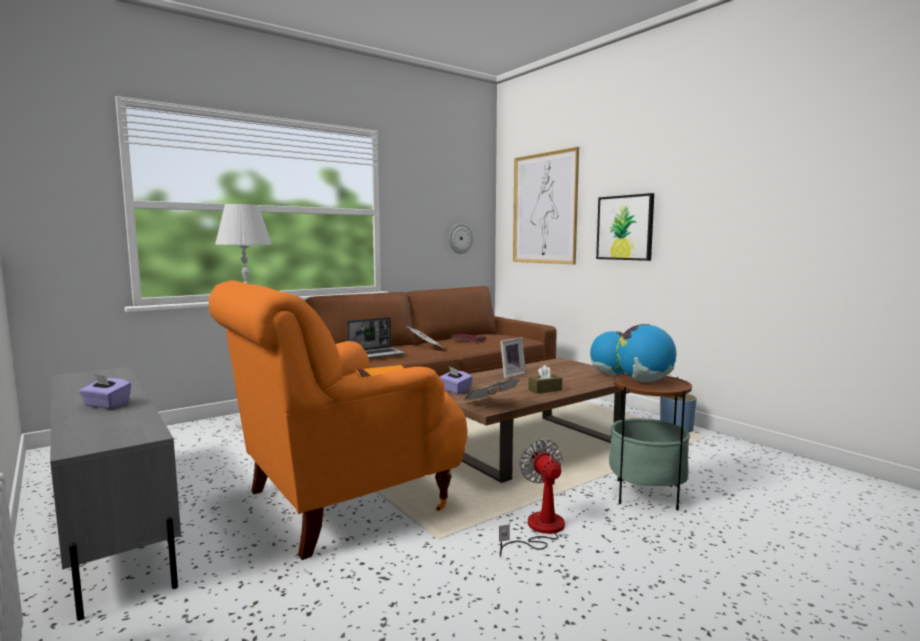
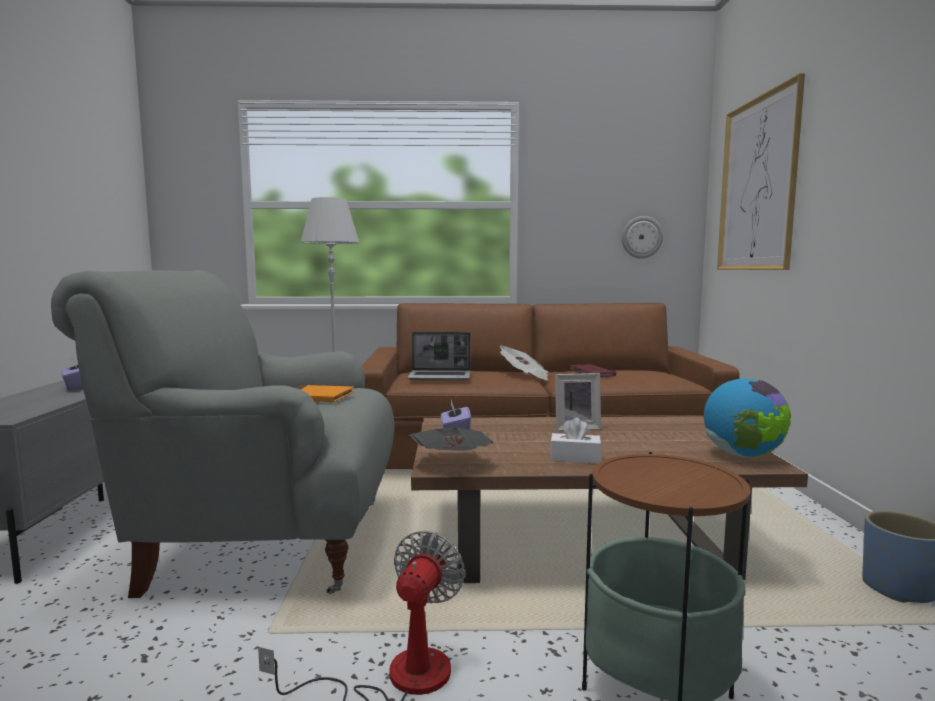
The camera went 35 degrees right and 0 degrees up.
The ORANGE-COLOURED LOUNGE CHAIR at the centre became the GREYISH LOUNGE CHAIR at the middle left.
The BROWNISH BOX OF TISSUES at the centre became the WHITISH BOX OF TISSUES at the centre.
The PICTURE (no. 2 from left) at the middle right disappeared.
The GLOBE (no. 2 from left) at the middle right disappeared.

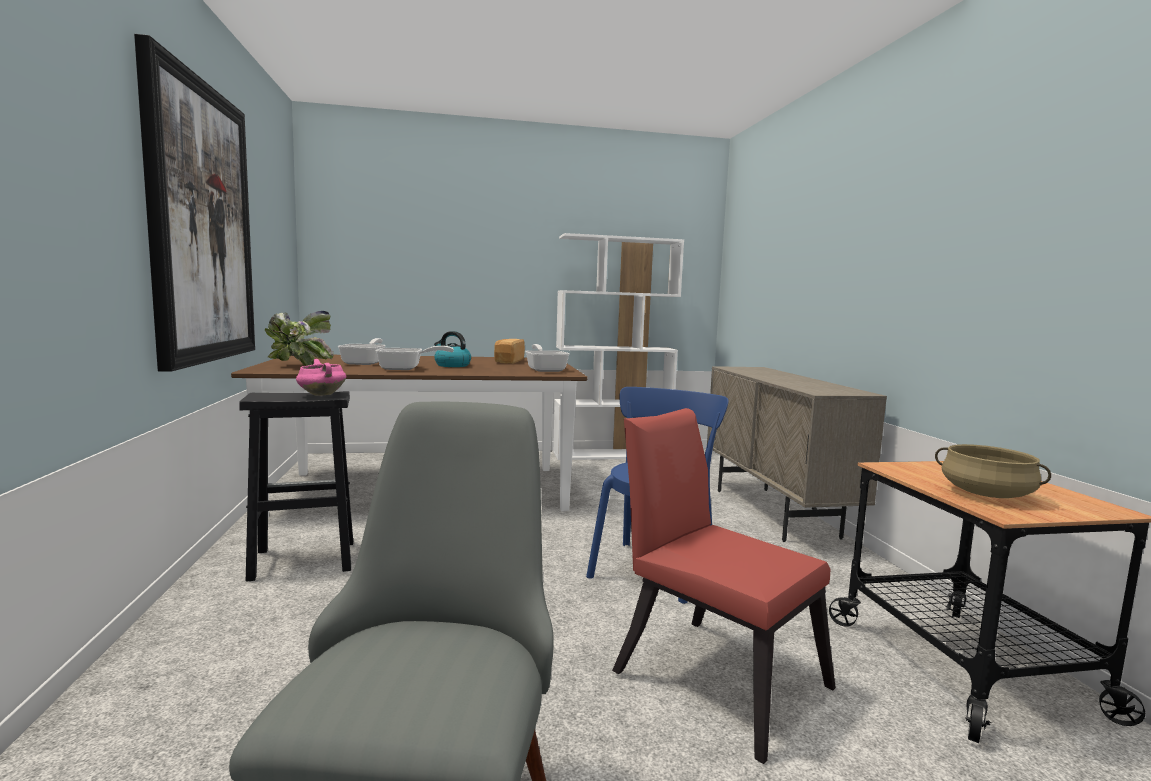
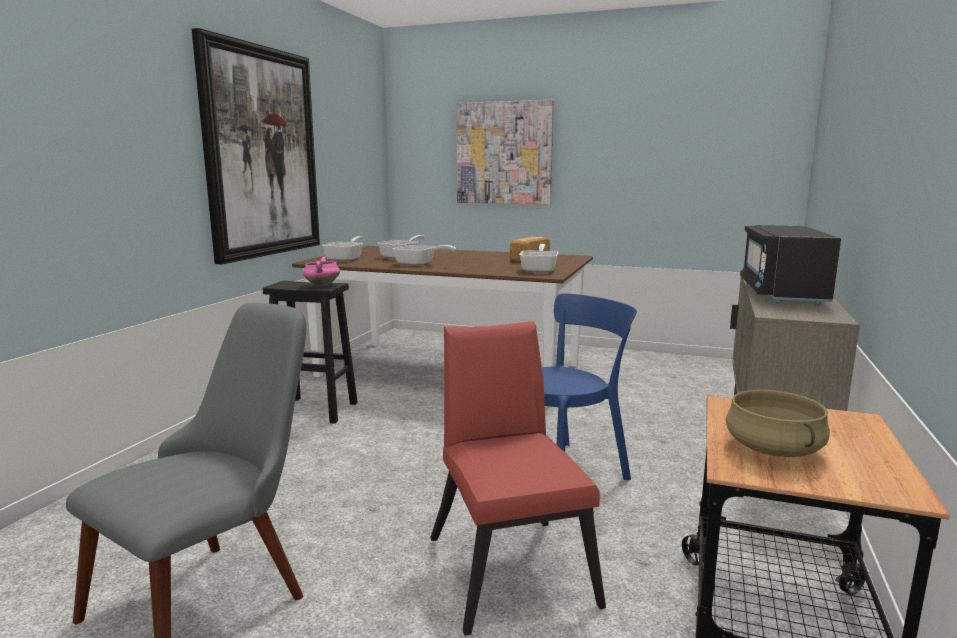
The camera went 30 degrees right and 5 degrees up.
The POTTED PLANT at the middle left was replaced by the PAN (no. 1 from left) at the centre.
The PICTURE (no. 2 from left) at the top centre appeared.
The BLACK-COLOURED KITCHEN MICROWAVE at the middle right appeared.
The TEA KETTLE at the centre disappeared.
The WHITISH BOOKCASE at the centre disappeared.

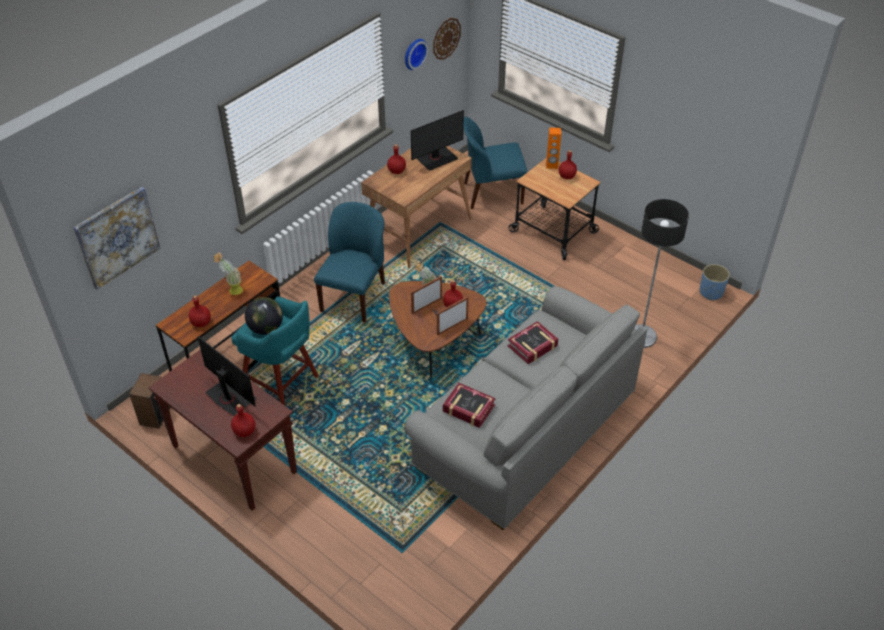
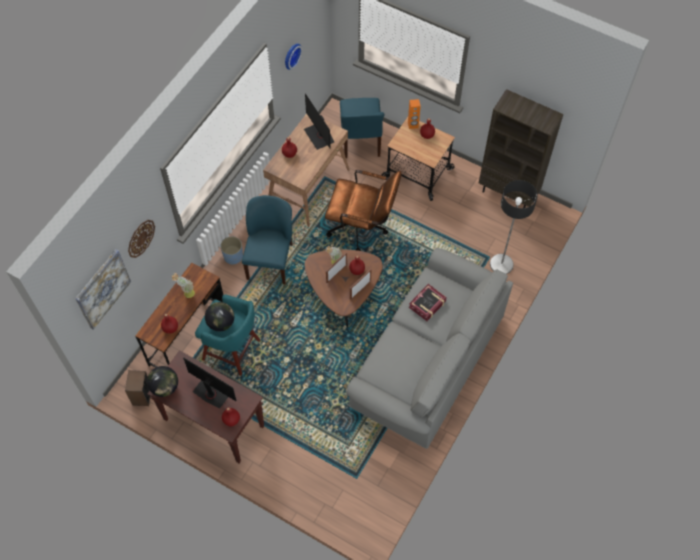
The camera went 10 degrees left and 15 degrees up.
The WALL CLOCK (no. 2 from left in the first image) moved from the top centre to the middle left.
The GLOBE (no. 1 from left) at the bottom left appeared.
The BLUE-COLOURED FLOWER POT moved from the middle right to the middle left.
The COMPUTER DISPLAY (no. 2 from left) at the top centre turned 105 degrees clockwise.
The BROWNISH OFFICE CHAIR at the centre appeared.
The BLUE-COLOURED PLAIN CHAIR (no. 2 from left) at the top centre turned 75 degrees counterclockwise.
The BROWNISH BOOKCASE at the top right appeared.
The BOUND BOOK (no. 1 from left) at the centre disappeared.

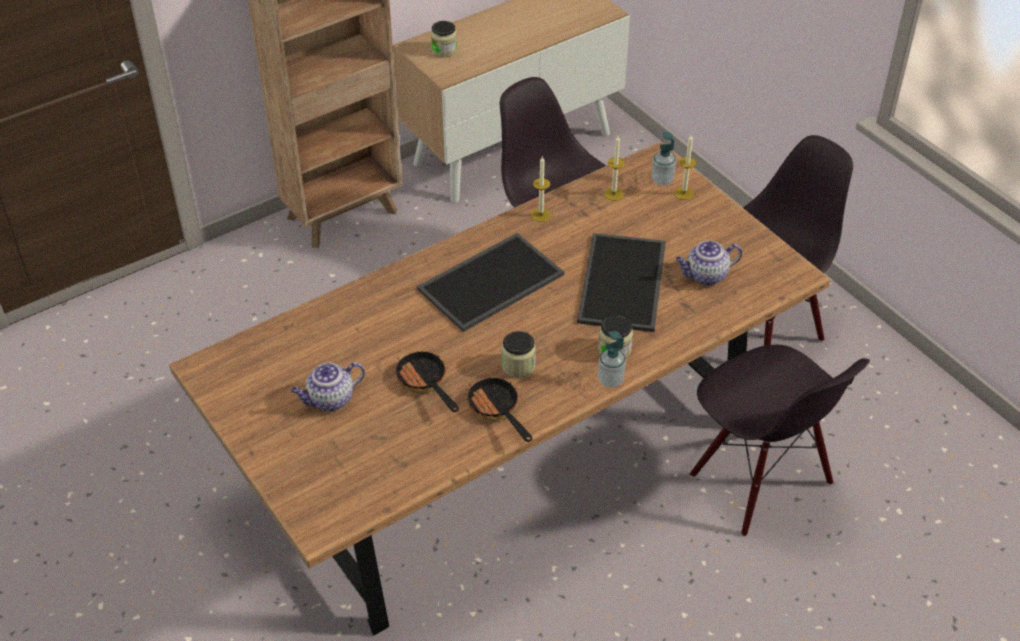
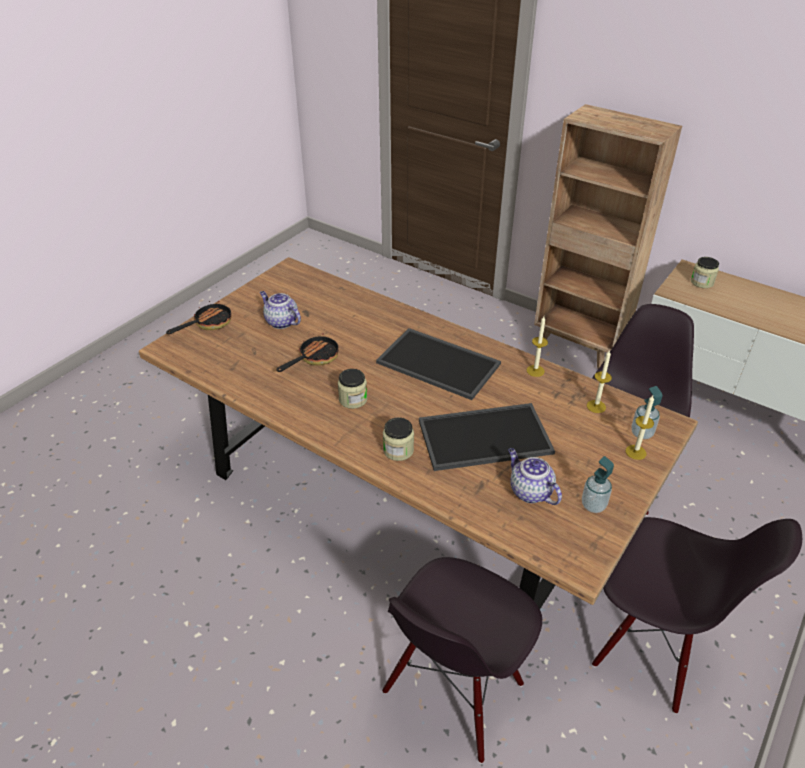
The camera went 70 degrees right and 5 degrees down.
The PAN (no. 2 from left in the first image) moved from the centre to the middle left.
The SOAP BOTTLE (no. 1 from left) moved from the centre to the middle right.

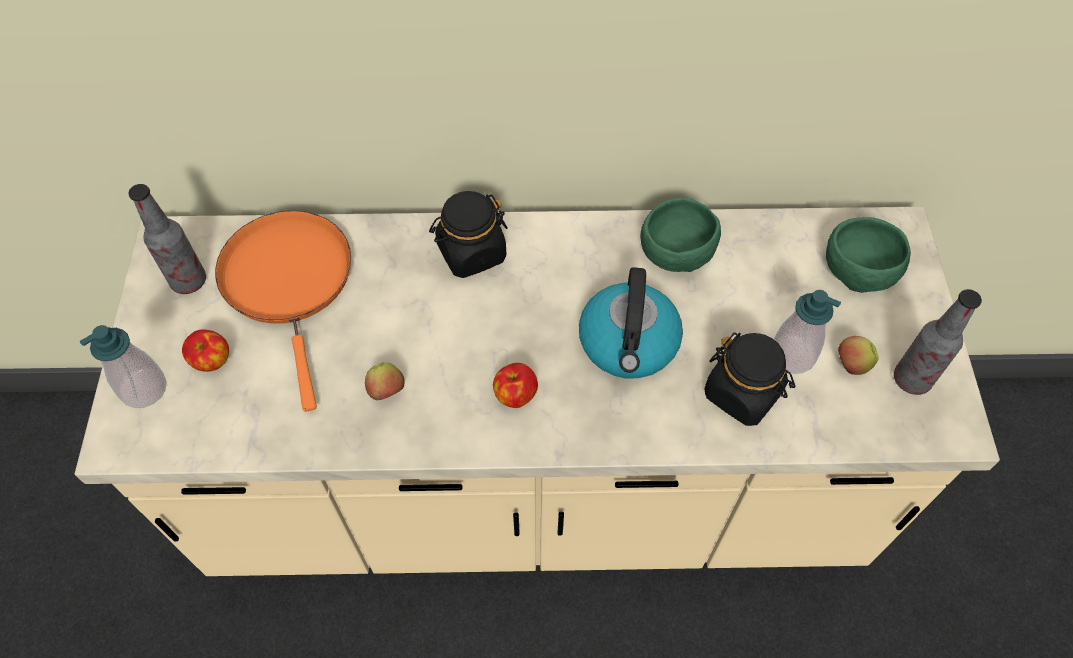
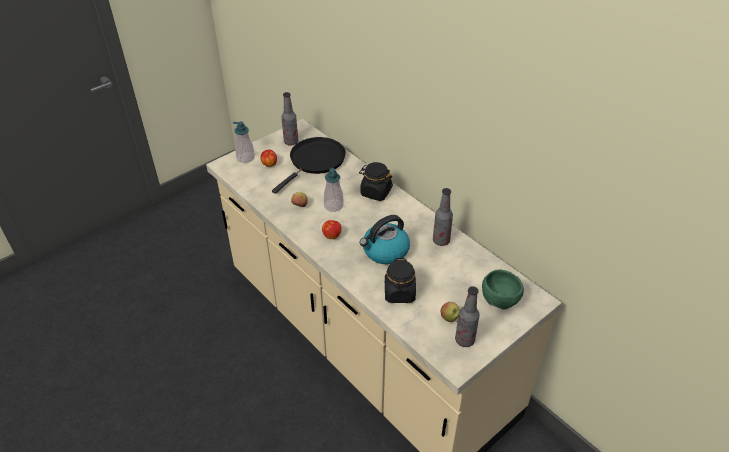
The camera went 50 degrees right and 15 degrees down.
The ORANGE-COLOURED PAN at the middle left became the BLACK-COLOURED PAN at the centre.
The SOAP BOTTLE (no. 2 from left) moved from the middle right to the centre.
The GREENISH DEEP DISH (no. 1 from left) at the centre was replaced by the BOTTLE (no. 2 from left) at the centre.

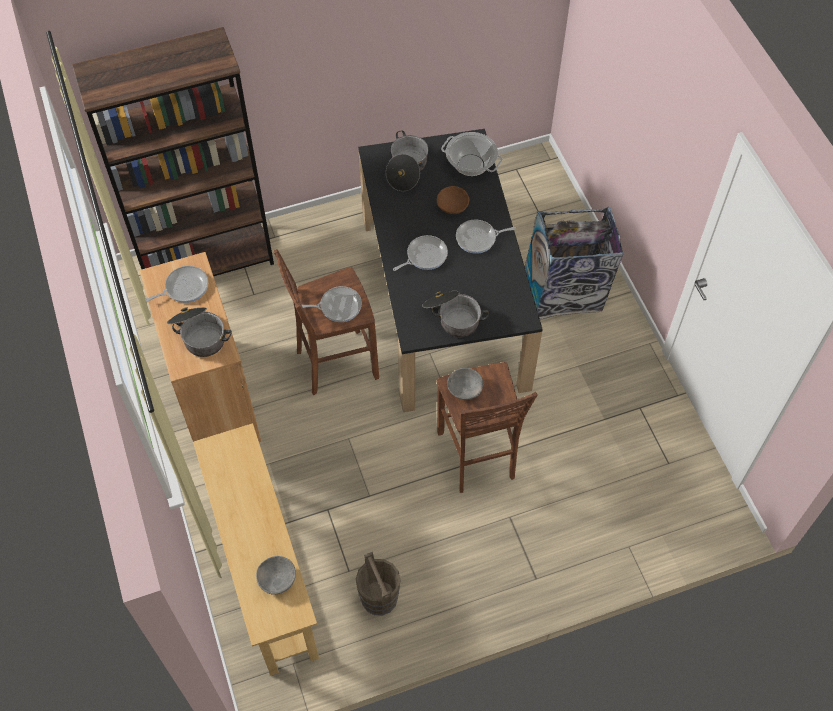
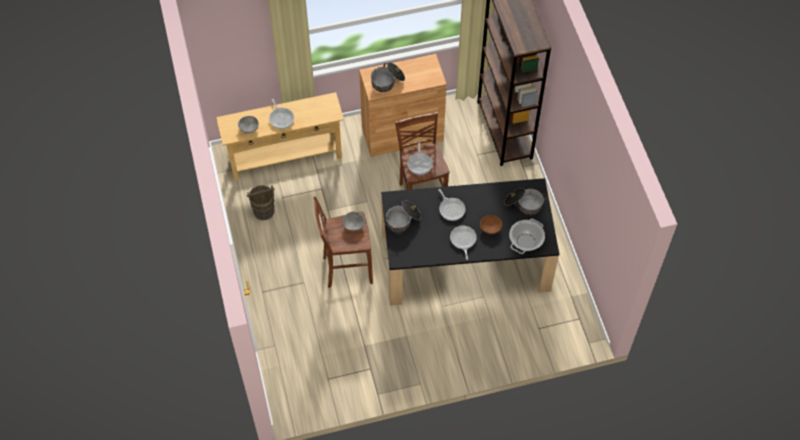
The camera went 95 degrees right and 0 degrees up.
The PAN (no. 1 from left) moved from the middle left to the top centre.
The RUBBISH BIN at the middle right disappeared.

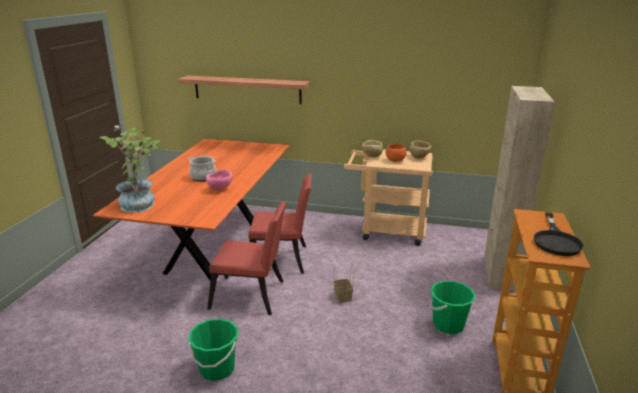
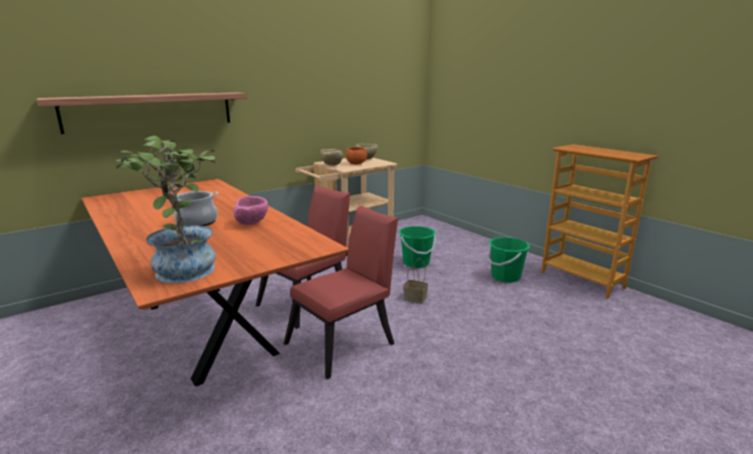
The camera went 50 degrees left and 5 degrees down.
The GREENISH PAIL (no. 1 from left) moved from the bottom centre to the centre.
The BEIGE CUPBOARD at the middle right disappeared.
The BLACK-COLOURED PAN at the middle right disappeared.

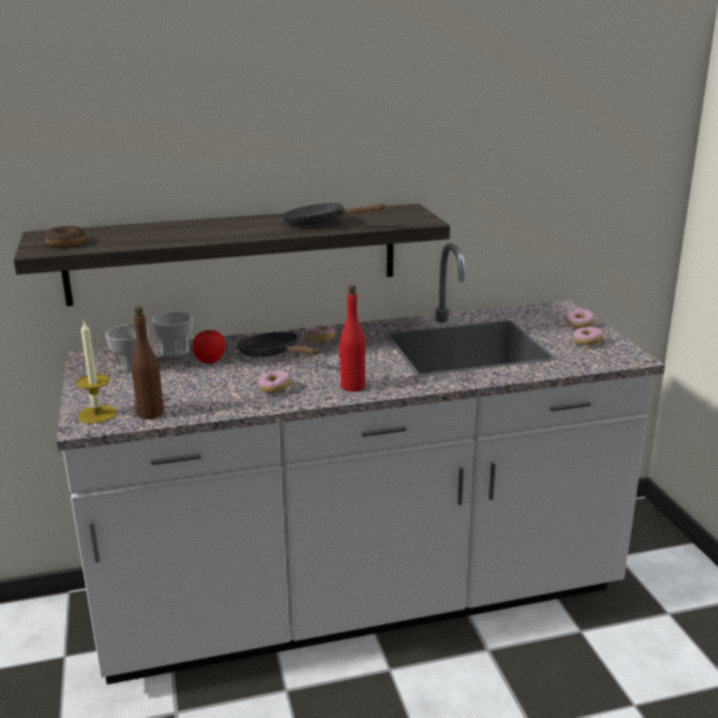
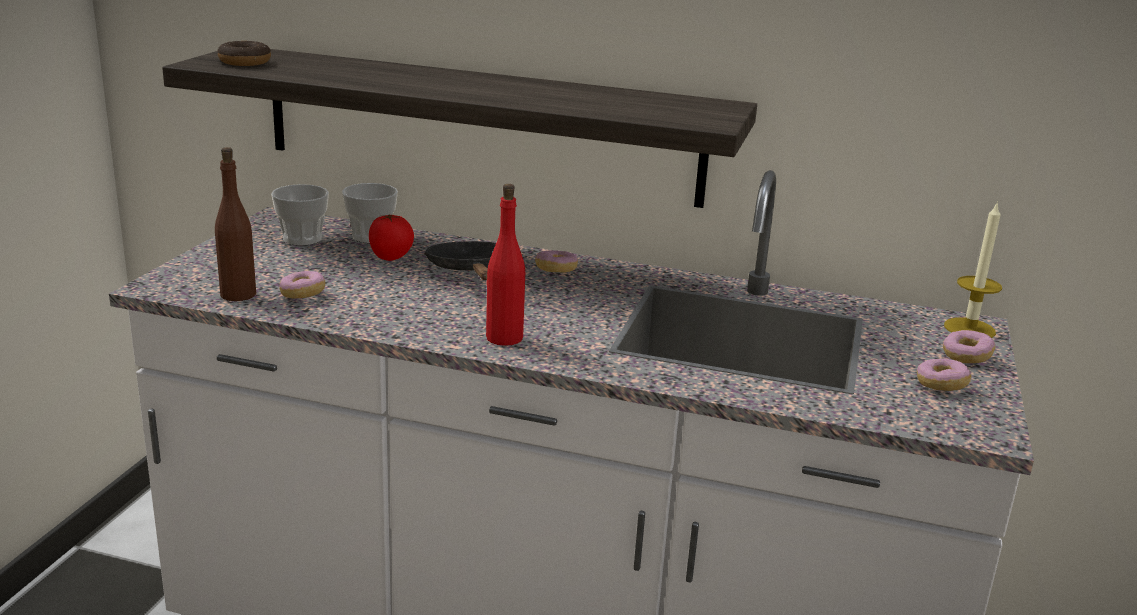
The camera went 30 degrees right and 0 degrees up.
The DONUT (no. 2 from left) moved from the centre to the middle left.
The WAX CANDLE moved from the middle left to the middle right.
The BLACK-COLOURED PAN (no. 2 from left) at the top centre disappeared.

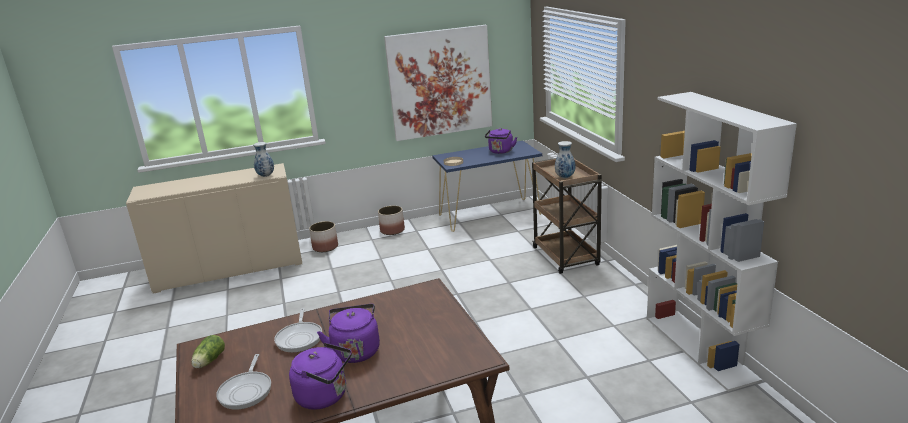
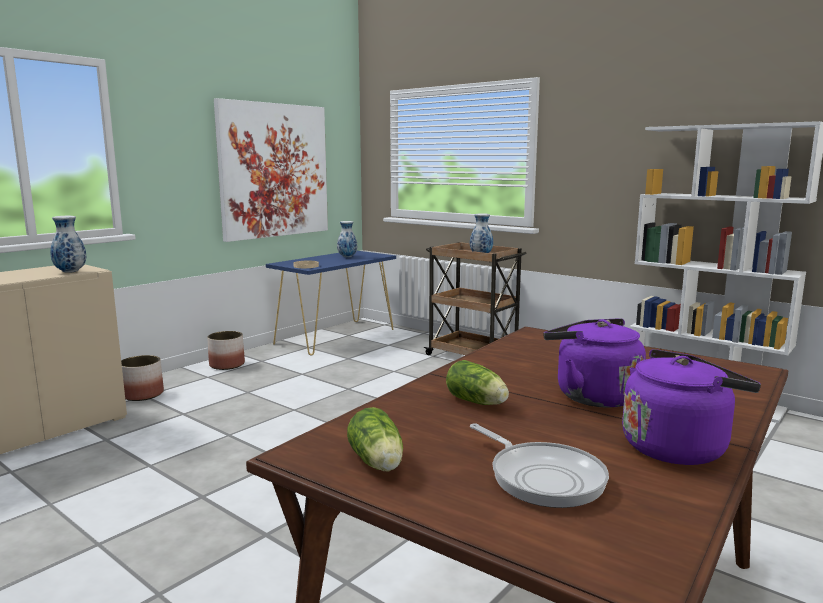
The camera went 35 degrees left and 10 degrees down.
The PURPLE-COLOURED TEA KETTLE (no. 3 from left) at the centre was replaced by the VASE (no. 2 from left) at the centre.
The PAN (no. 2 from left) at the bottom left was replaced by the LETTUCE HEAD (no. 2 from left) at the centre.

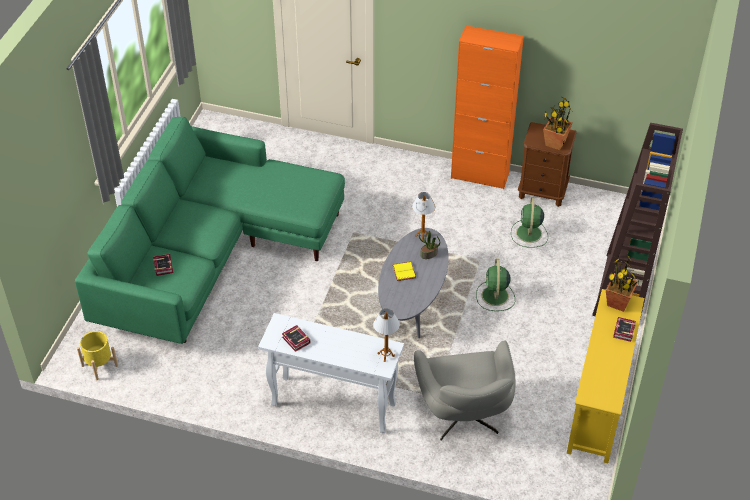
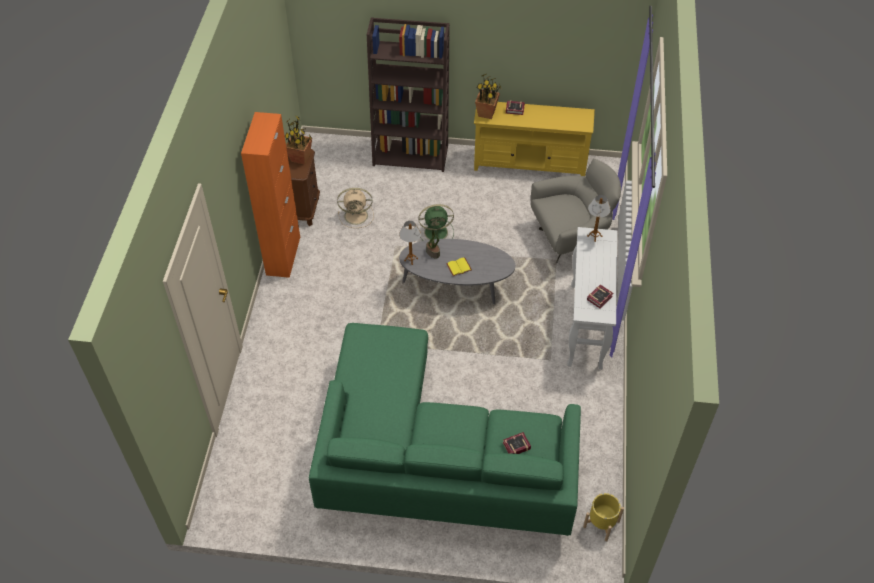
The camera went 100 degrees left and 5 degrees up.
The GREENISH FAN (no. 2 from left) at the middle right became the BEIGE FAN at the centre.

